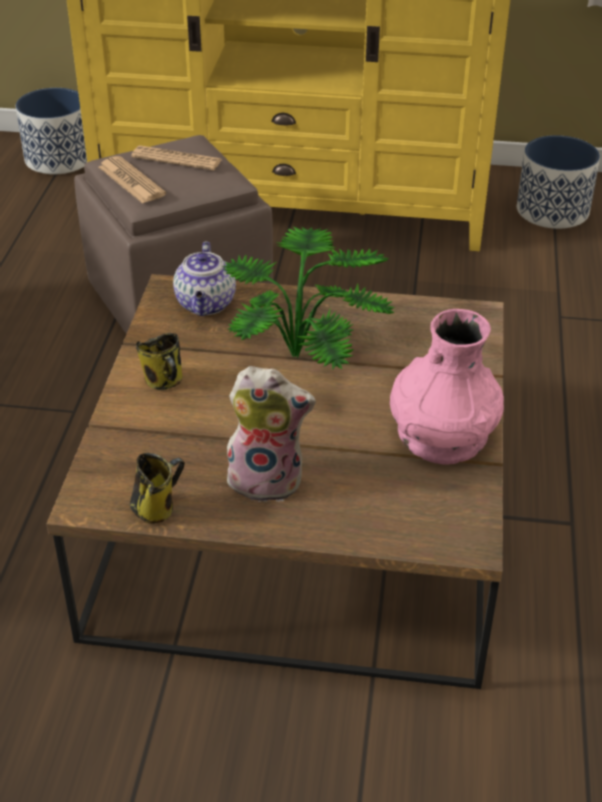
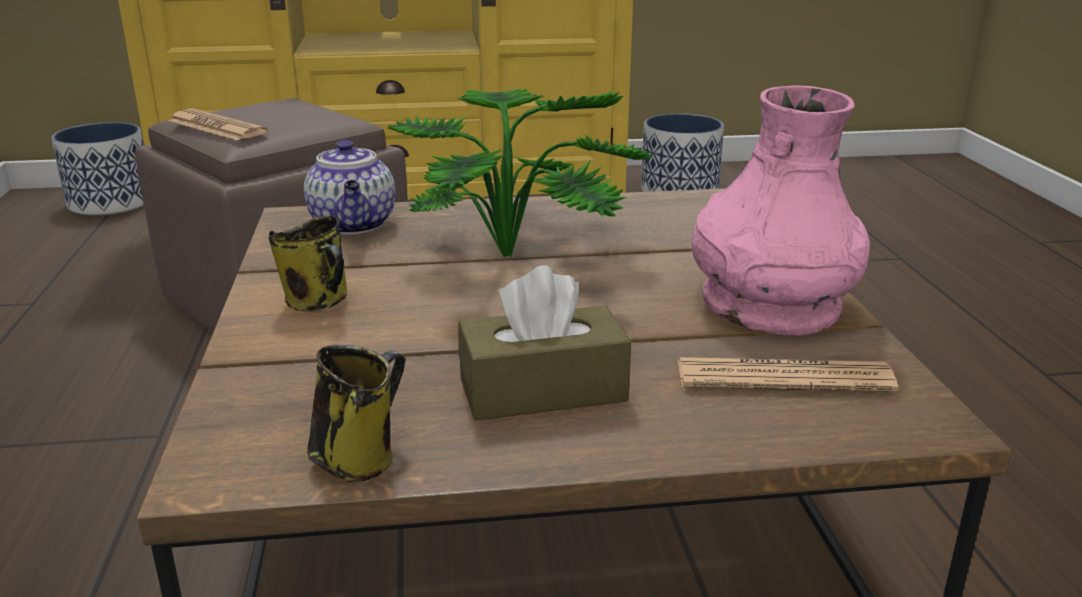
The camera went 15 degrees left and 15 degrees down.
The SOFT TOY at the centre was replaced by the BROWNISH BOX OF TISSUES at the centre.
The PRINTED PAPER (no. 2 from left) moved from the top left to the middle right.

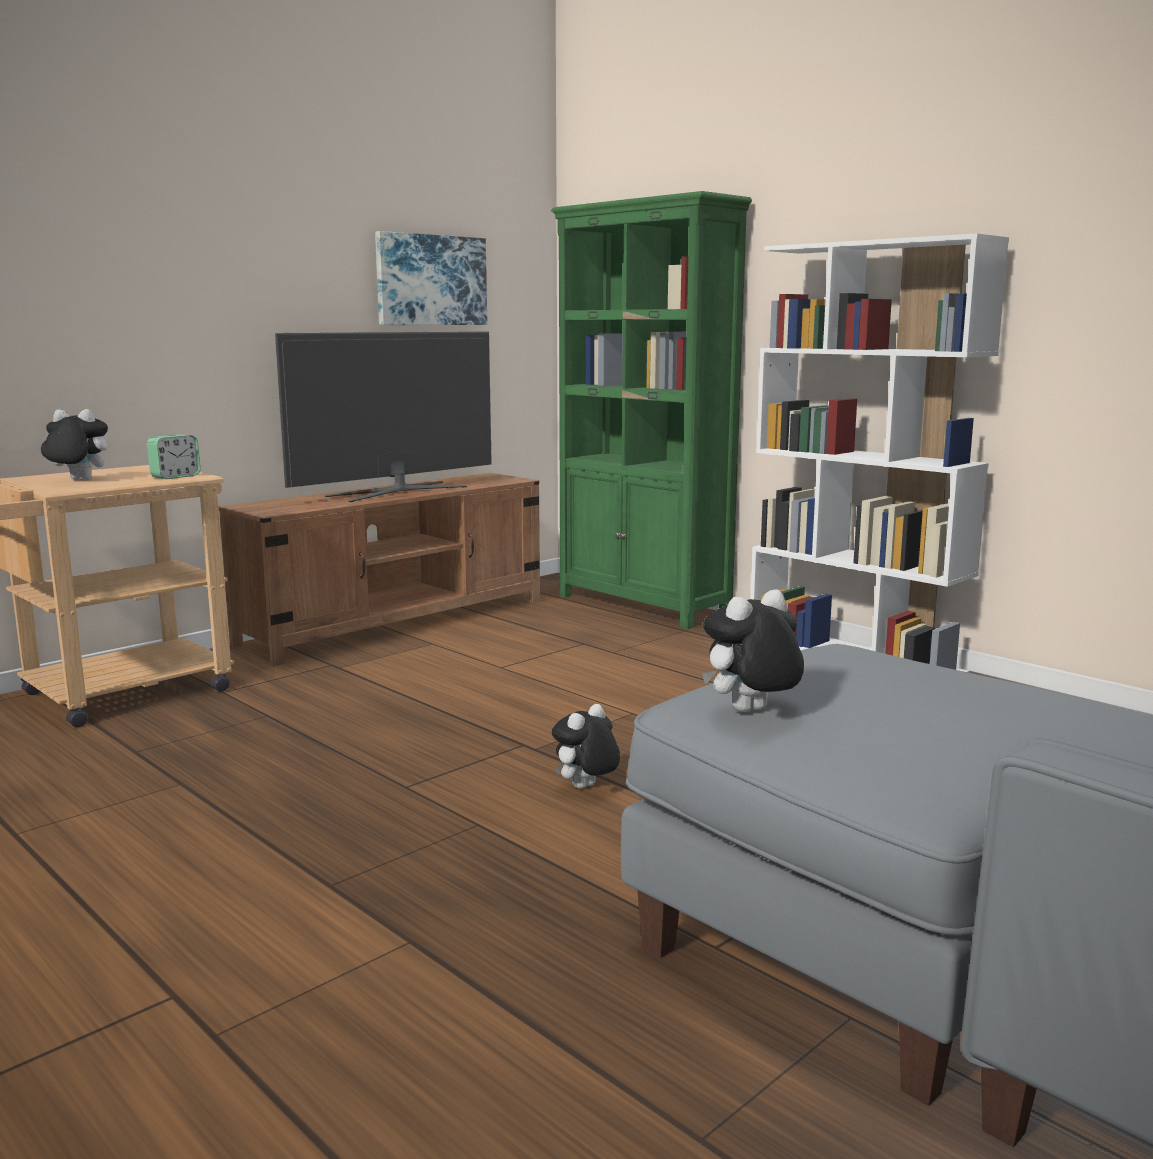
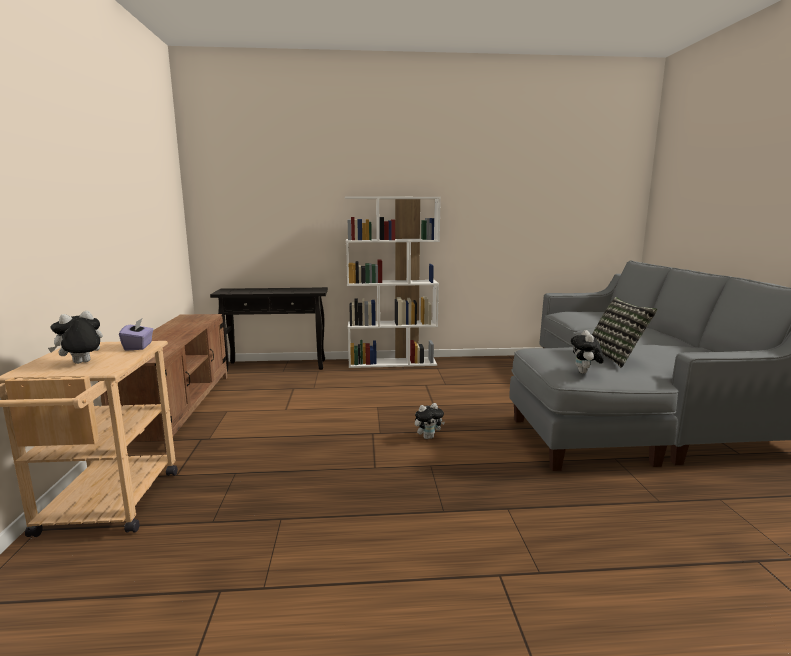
The camera went 50 degrees left and 0 degrees up.
The ALARM CLOCK at the middle left was replaced by the PURPLE-COLOURED BOX OF TISSUES at the middle left.
The GREENISH BOOKCASE at the centre was replaced by the BLACK-COLOURED HALL TABLE at the centre.
The SOFT TOY (no. 2 from left) at the centre turned 105 degrees counterclockwise.
The CUSHION at the middle right appeared.
The TV SET at the middle left disappeared.
The PICTURE at the top centre disappeared.

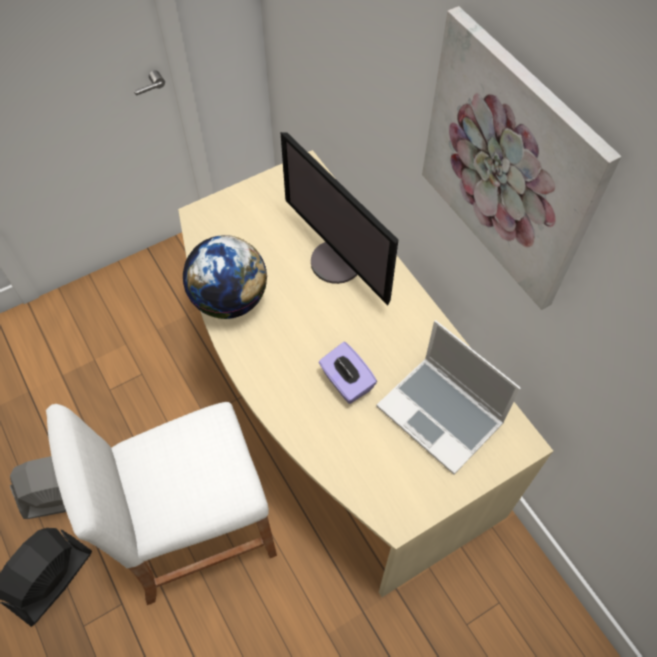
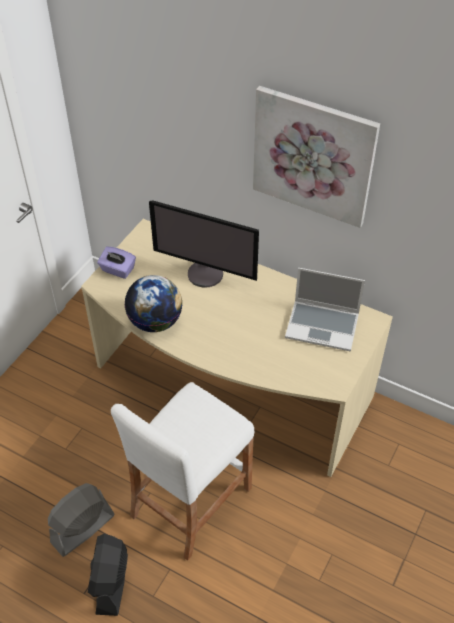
The camera went 30 degrees left and 10 degrees down.
The PURPLE-COLOURED BOX OF TISSUES moved from the centre to the middle left.

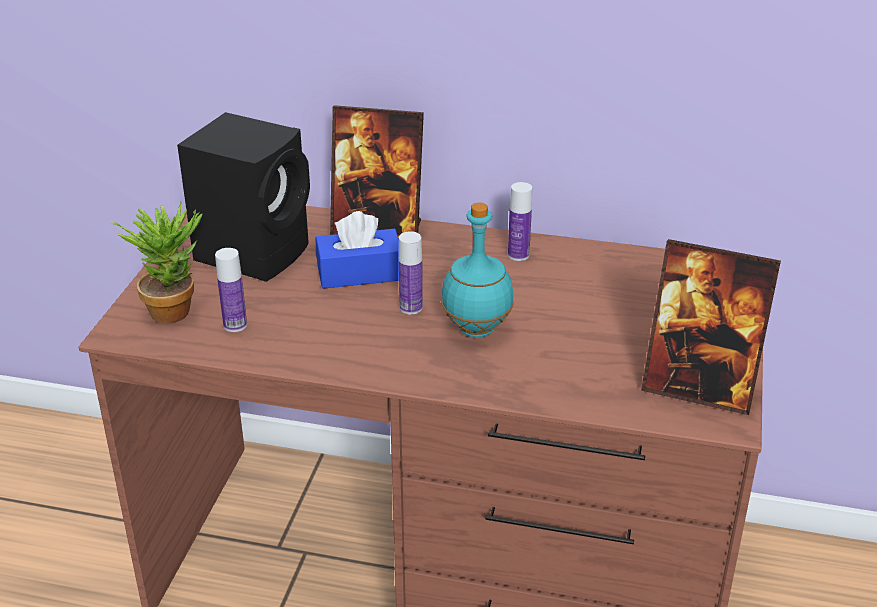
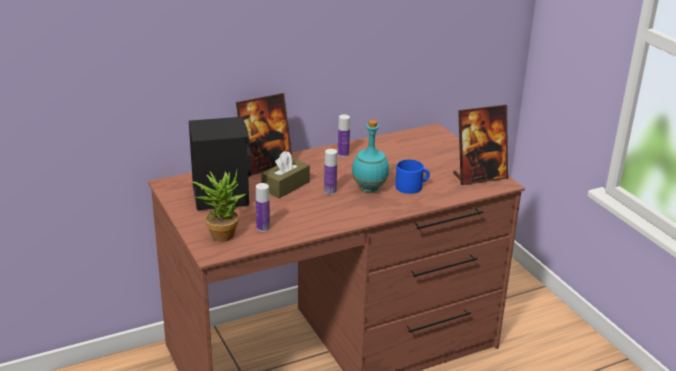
The camera went 40 degrees left and 5 degrees down.
The BLUE-COLOURED BOX OF TISSUES at the centre became the BROWNISH BOX OF TISSUES at the centre.
The BLUE-COLOURED TEA MUG at the centre appeared.

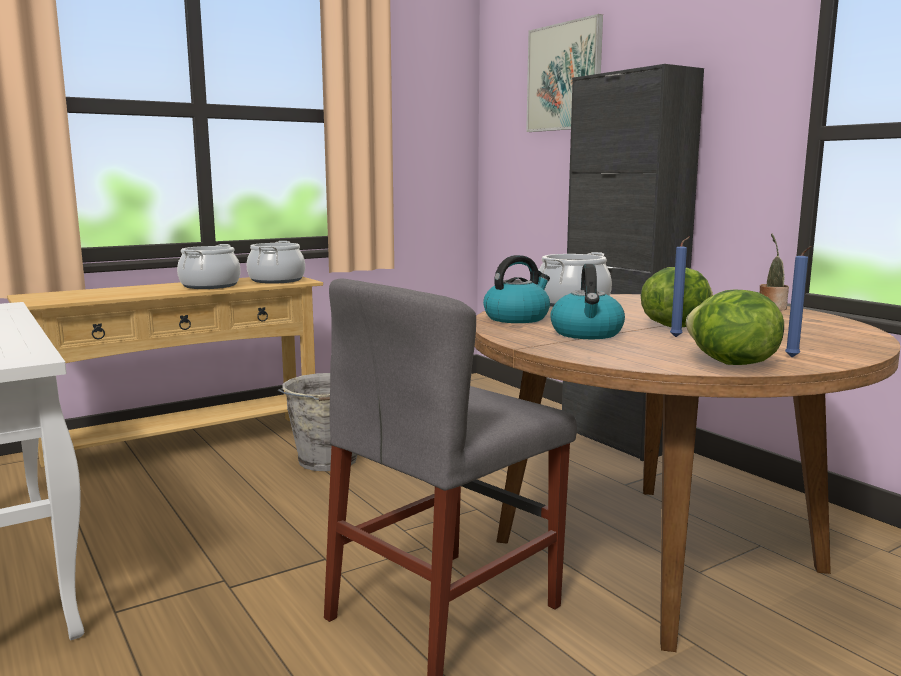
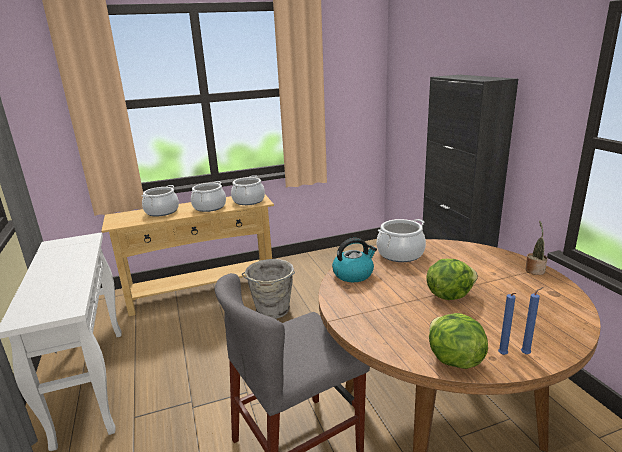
The camera went 15 degrees right and 10 degrees up.
The COOKING POT (no. 1 from left) at the middle left appeared.
The BLUE-COLOURED WAX CANDLE (no. 1 from left in the first image) moved from the middle right to the bottom right.
The PICTURE at the top centre disappeared.
The TEA KETTLE (no. 2 from left) at the centre disappeared.

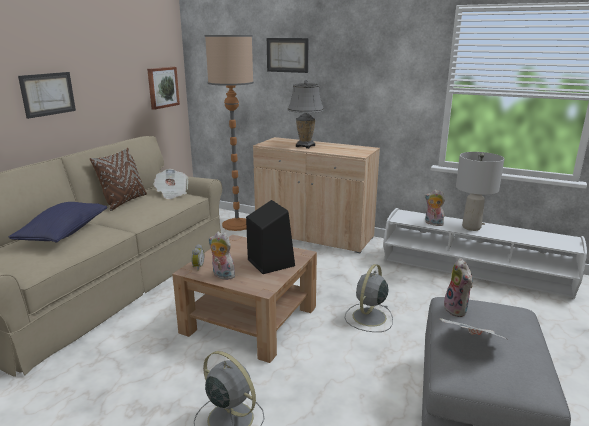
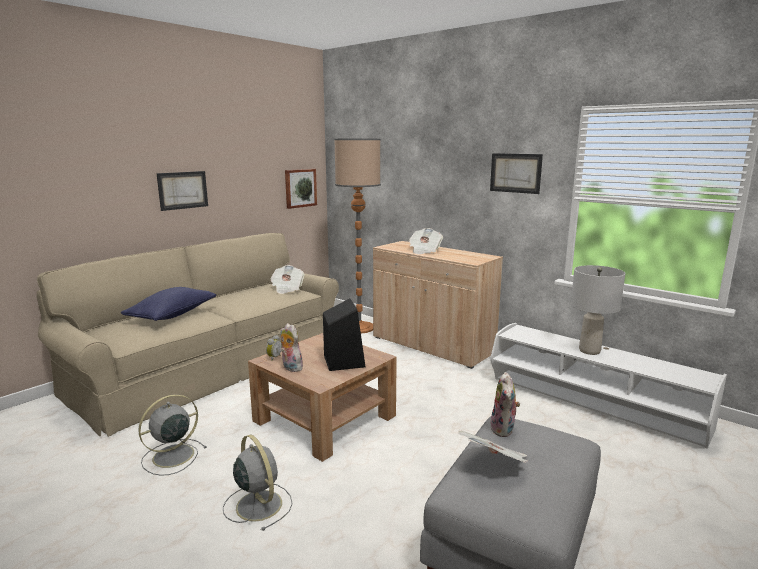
The camera went 15 degrees right and 5 degrees down.
The GREYISH FAN (no. 2 from left in the first image) moved from the bottom centre to the bottom left.
The GREYISH TABLETOP LAMP (no. 1 from left) at the top centre was replaced by the PRINTED PAPER (no. 2 from left) at the centre.
The PICTURE (no. 3 from left) moved from the top centre to the top right.
The BROWNISH CUSHION at the middle left disappeared.
The SOFT TOY (no. 2 from left) at the middle right disappeared.

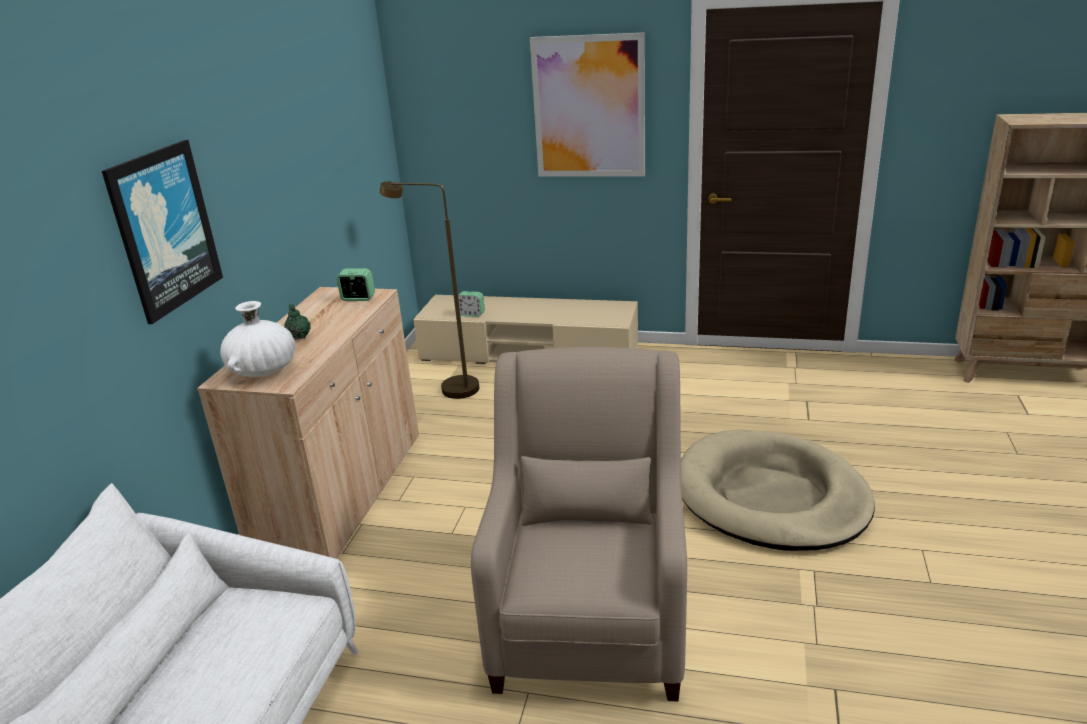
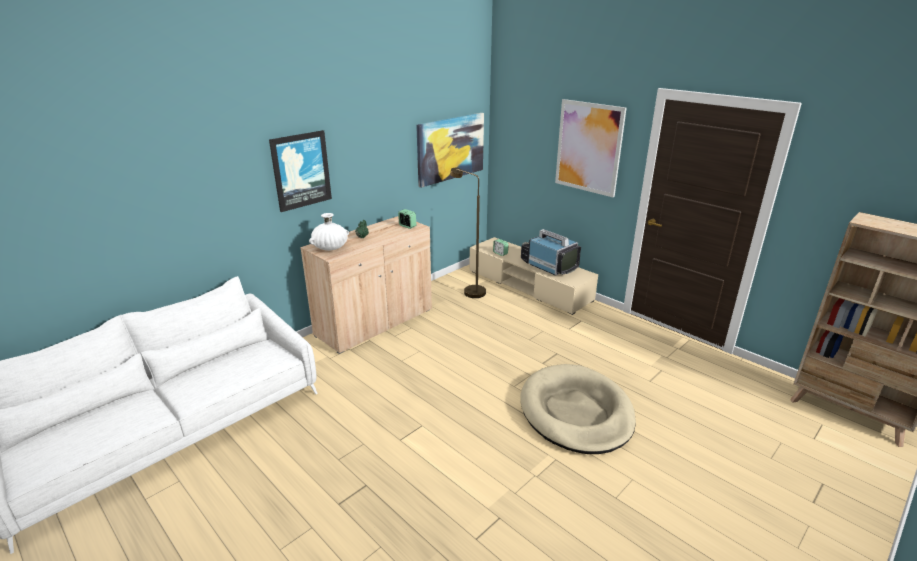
The camera went 30 degrees right and 0 degrees up.
The PICTURE (no. 2 from left) at the top centre appeared.
The TV SET at the centre appeared.
The BEIGE LOUNGE CHAIR at the bottom centre disappeared.

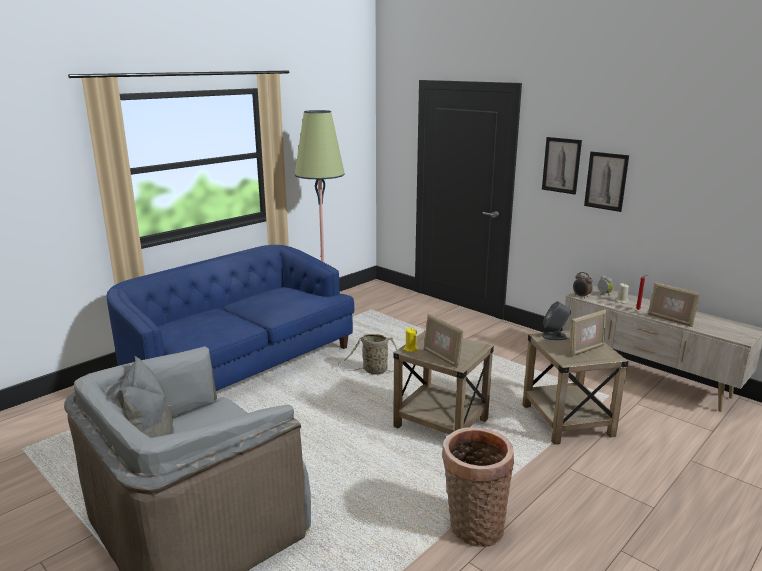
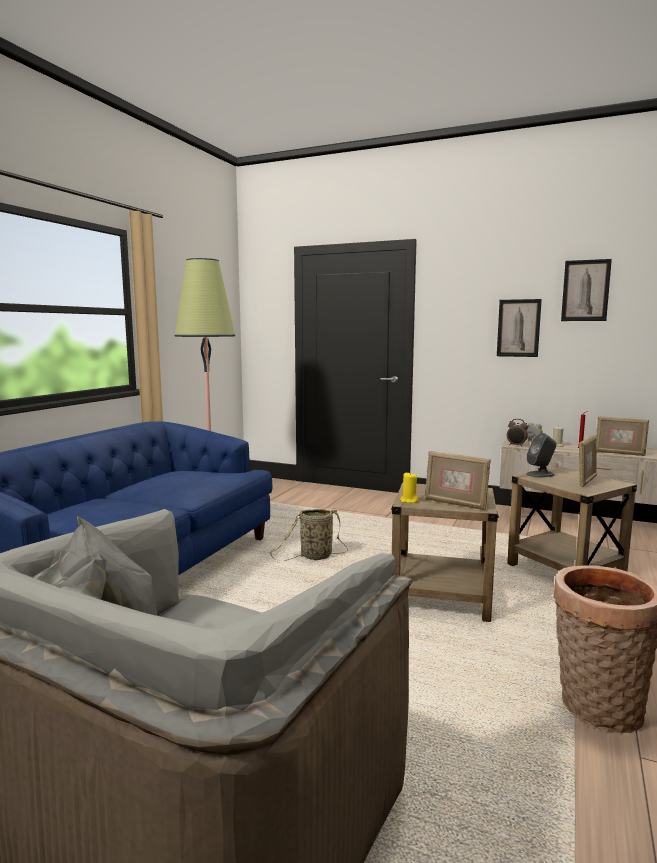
The camera went 20 degrees left and 10 degrees down.
The PICTURE (no. 1 from left in the first image) moved from the top right to the middle right.

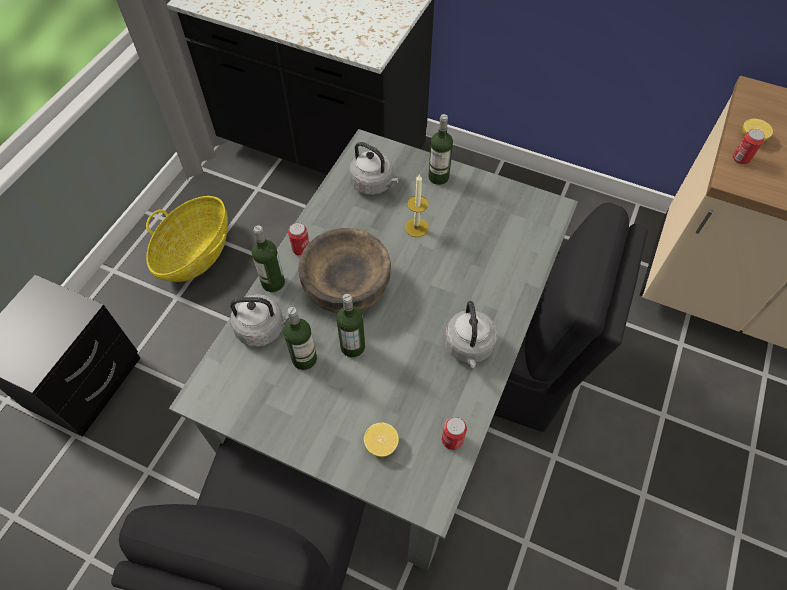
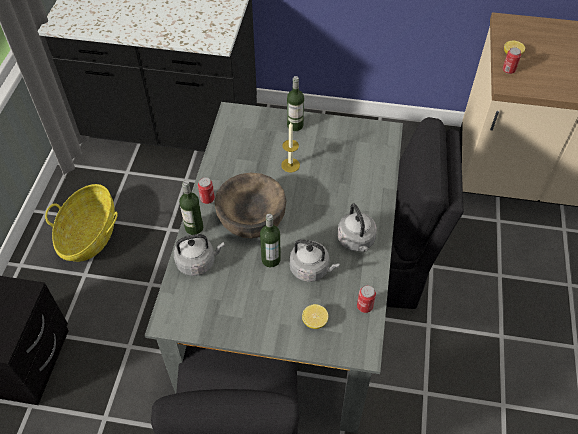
The camera went 15 degrees left and 5 degrees down.
The GREYISH TEA KETTLE (no. 2 from left) moved from the top centre to the centre.
The BOTTLE (no. 2 from left) at the centre disappeared.

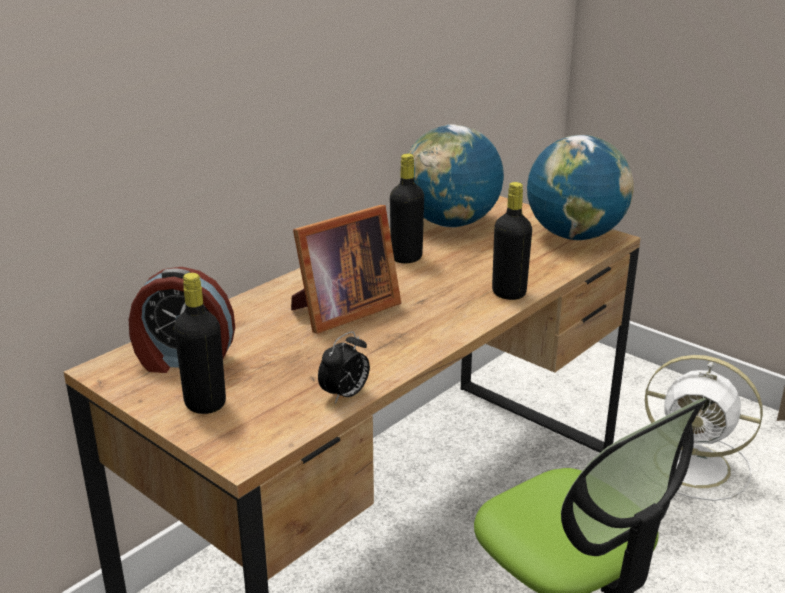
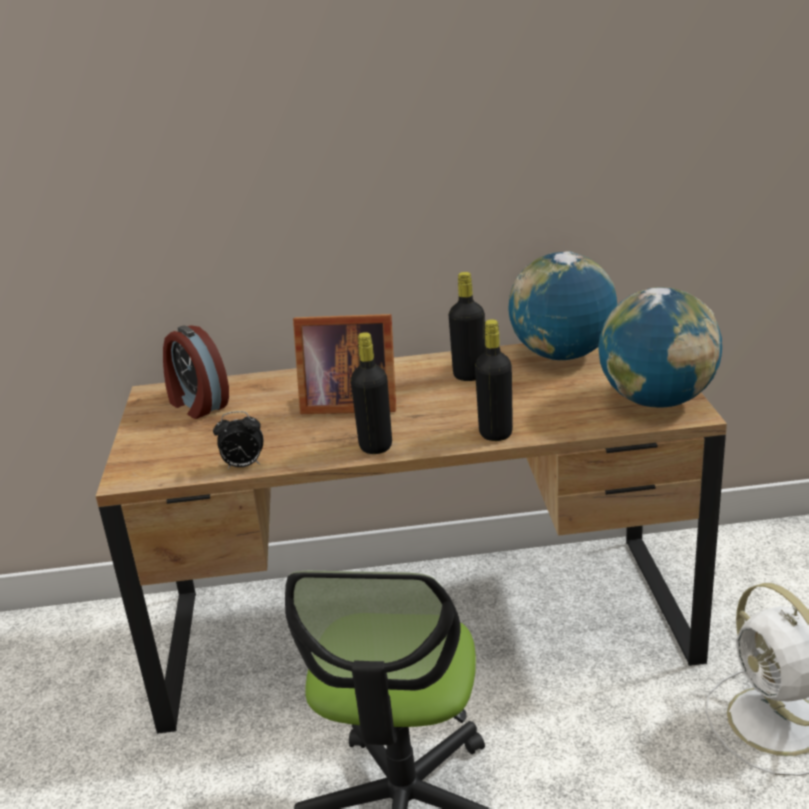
The camera went 45 degrees right and 0 degrees up.
The BLACK-COLOURED BOTTLE (no. 1 from left) moved from the middle left to the centre.

